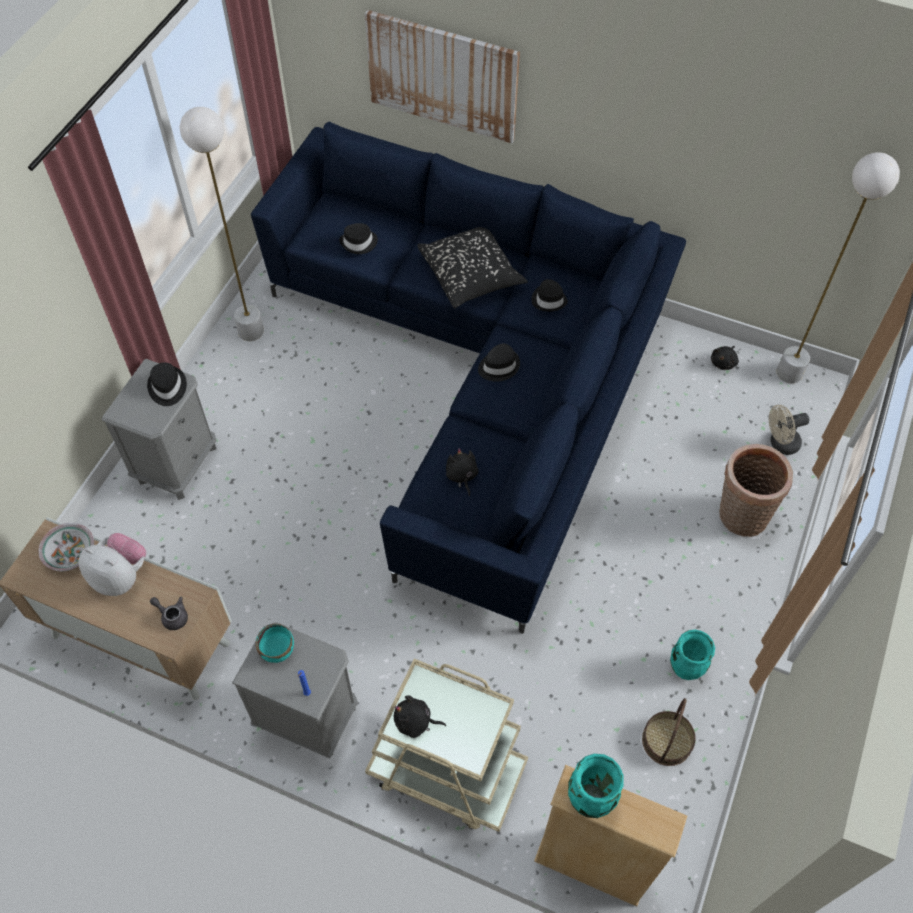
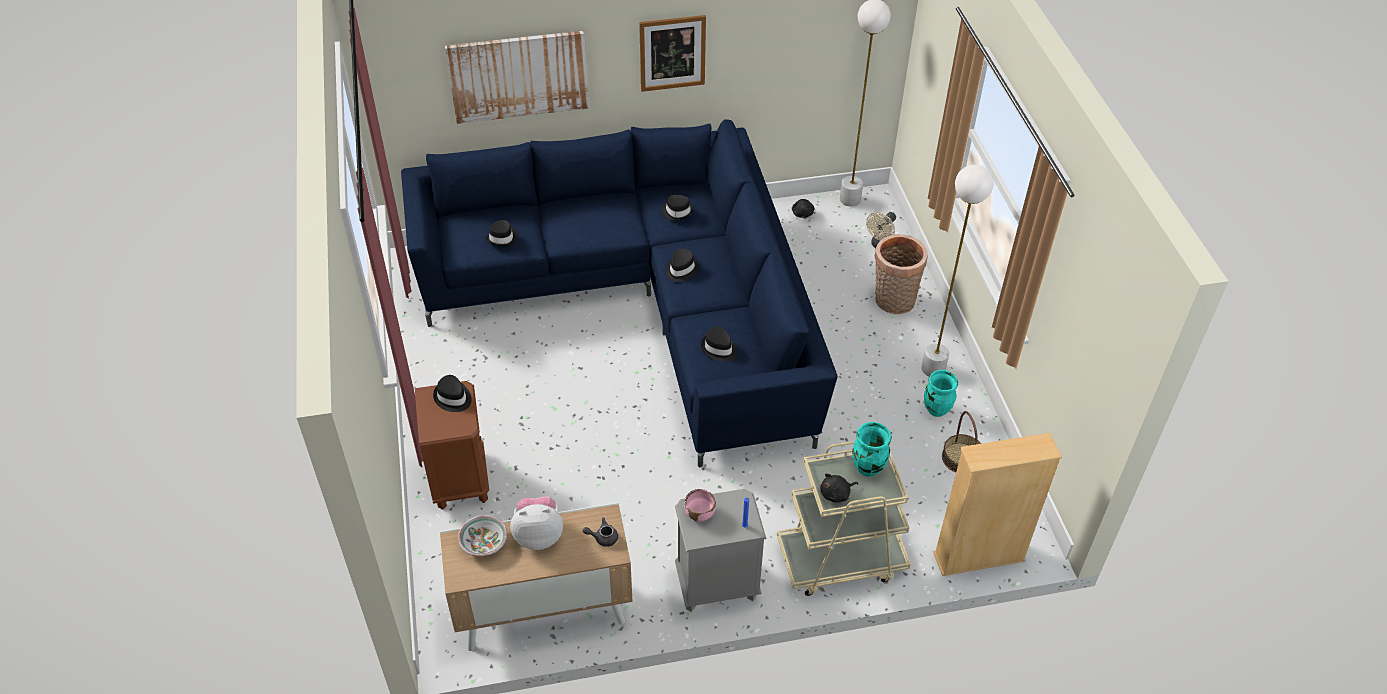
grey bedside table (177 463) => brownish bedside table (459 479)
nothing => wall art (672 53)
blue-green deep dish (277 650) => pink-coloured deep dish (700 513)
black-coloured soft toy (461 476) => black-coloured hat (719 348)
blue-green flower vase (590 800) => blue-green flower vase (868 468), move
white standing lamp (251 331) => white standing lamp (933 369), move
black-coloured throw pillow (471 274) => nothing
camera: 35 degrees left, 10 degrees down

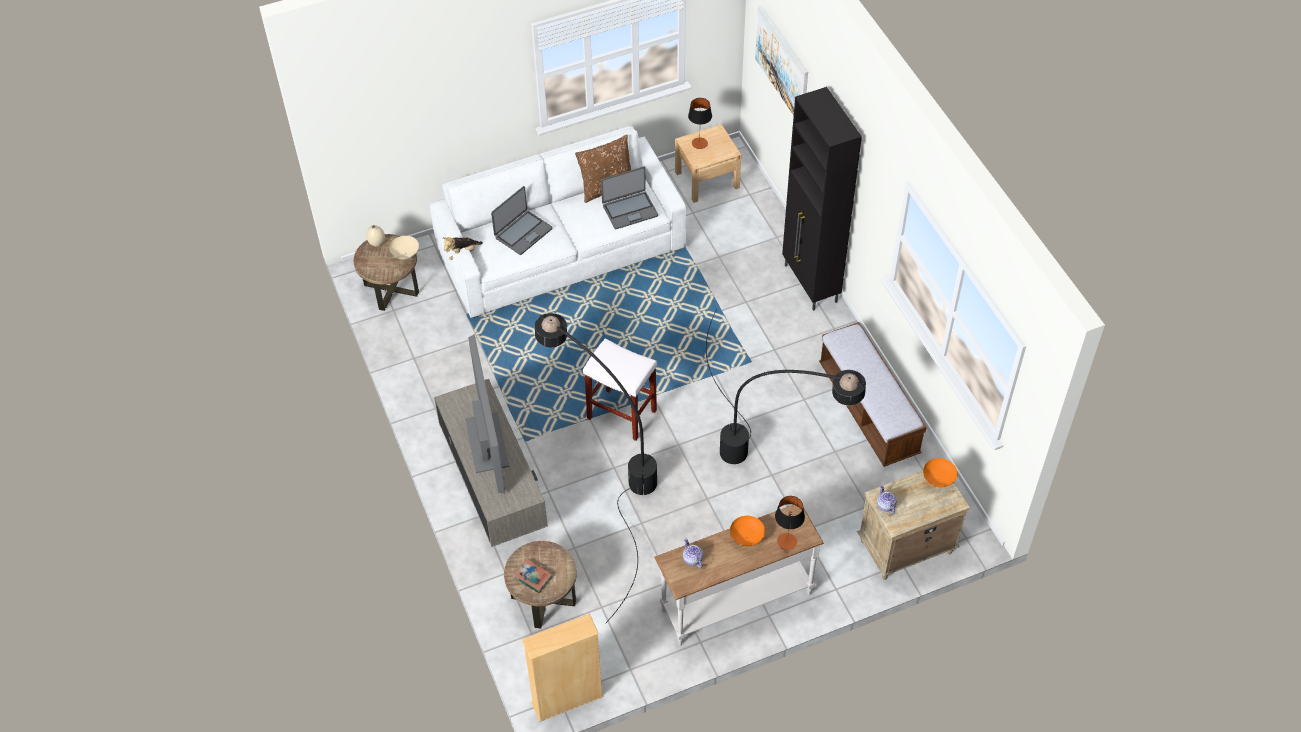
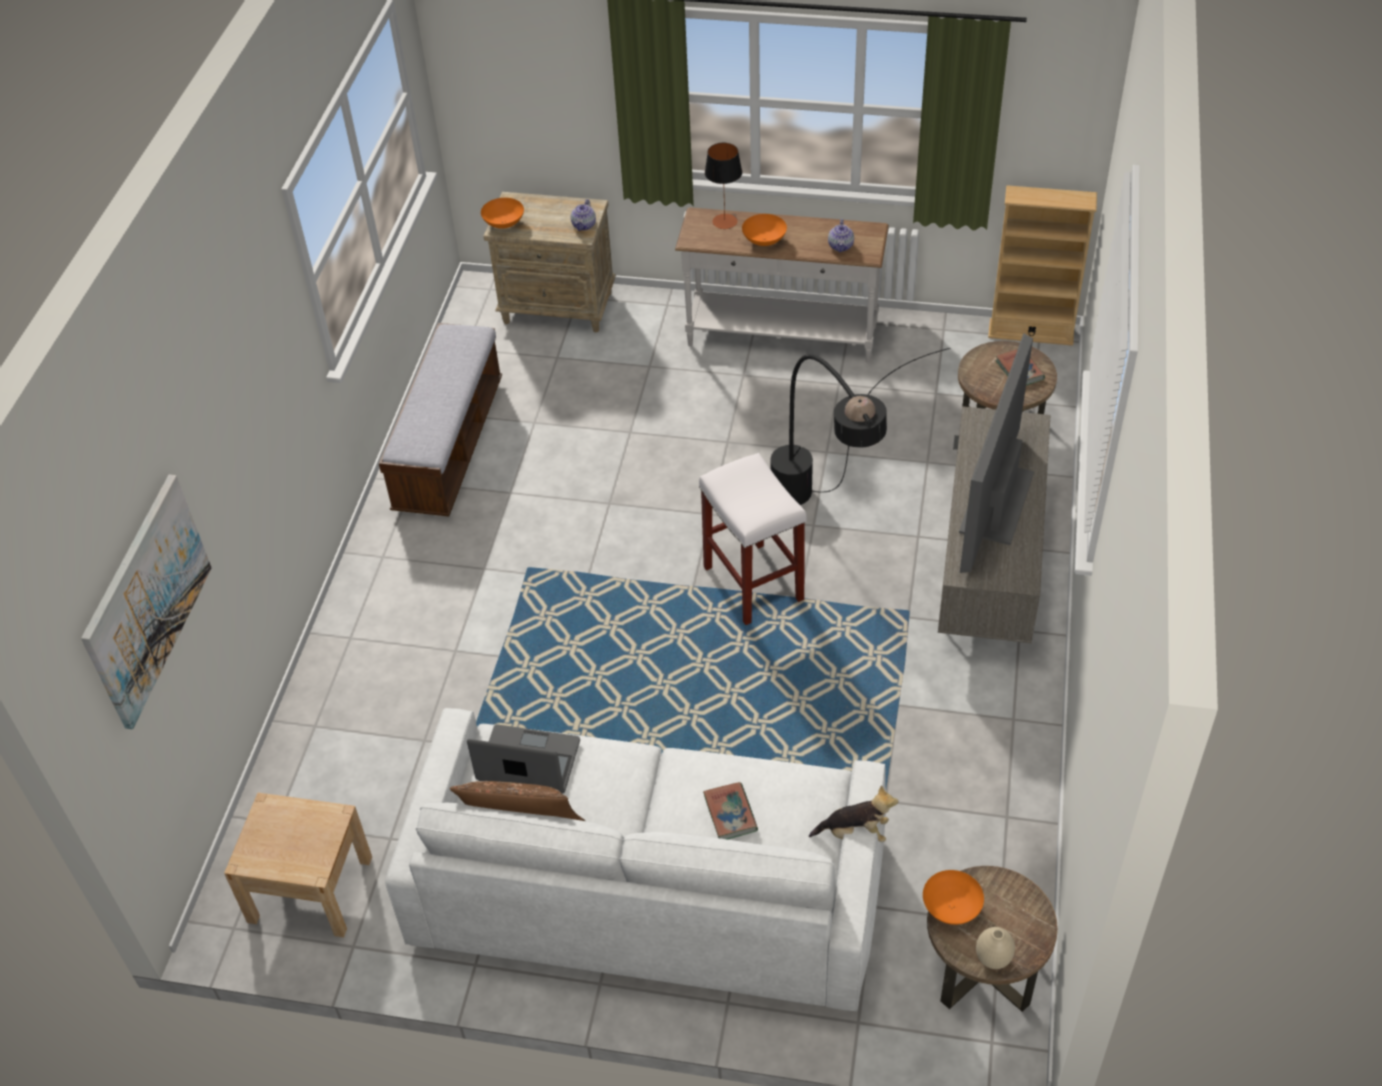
notebook computer (523 233) => book (730 814)
sand-coloured deep dish (405 253) => orange-coloured deep dish (951 908)
lamp for a table (699 143) => nothing
black-coloured standing lamp (771 450) => nothing
black-coloured cabinet (810 284) => nothing
camera: 145 degrees left, 5 degrees down

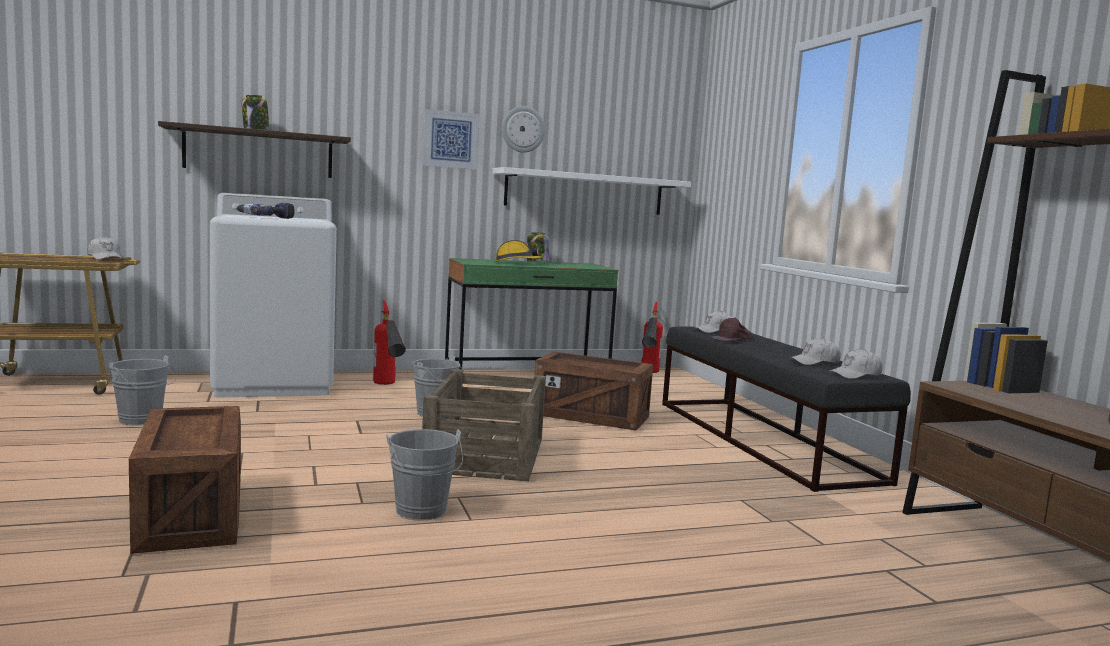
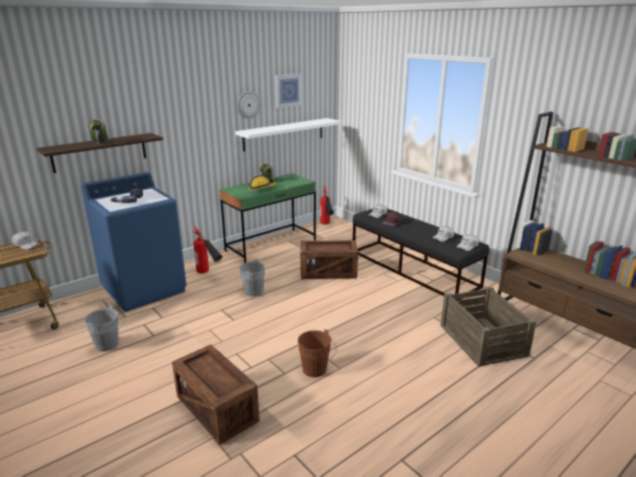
white washing machine (274 383) => bluish washing machine (144 289)
wall art (450 140) => wall art (288 90), move
grey water bucket (422 513) => brownish water bucket (316 371)
shipping crate (486 454) => shipping crate (482 339), move
camera: 20 degrees left, 15 degrees up

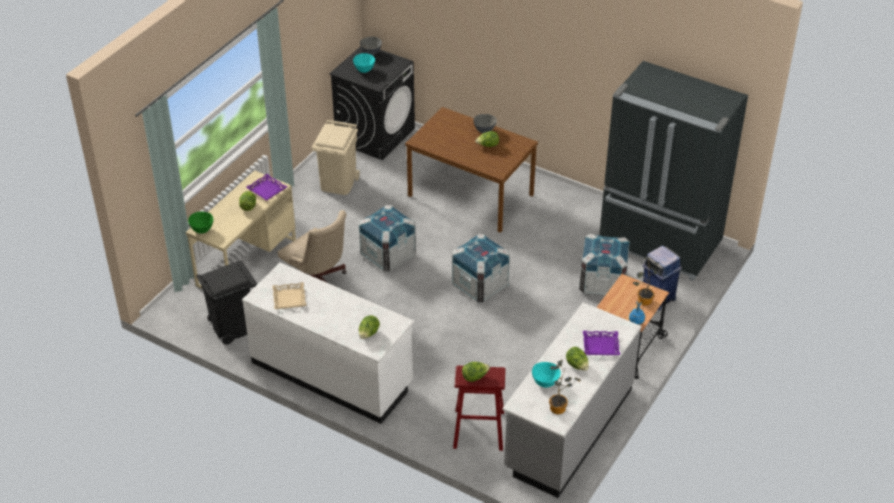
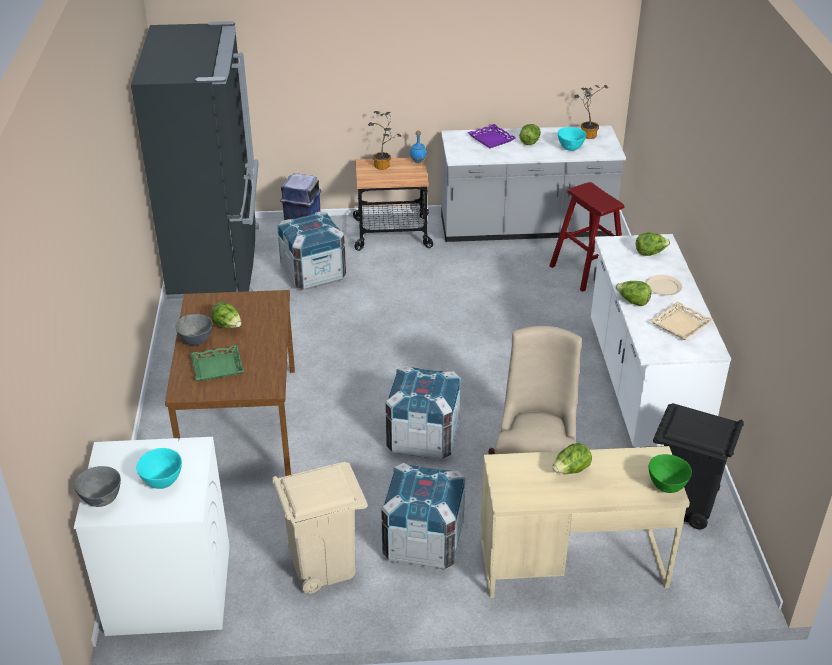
black-coloured washing machine (375 135) => white washing machine (168 589)
nothing => greenish serving tray (217 367)
shipping crate (480 285) => shipping crate (423 542), move
head of lettuce (475 377) => head of lettuce (632 302), move
nothing => sand-coloured dinner plate (663 287)
purple serving tray (266 190) => nothing
camera: 125 degrees left, 5 degrees down

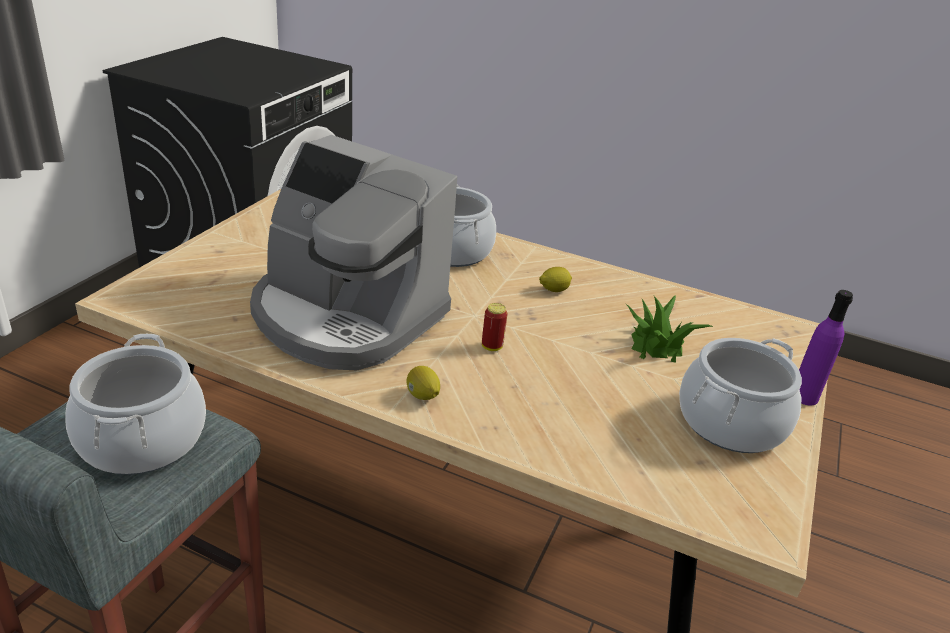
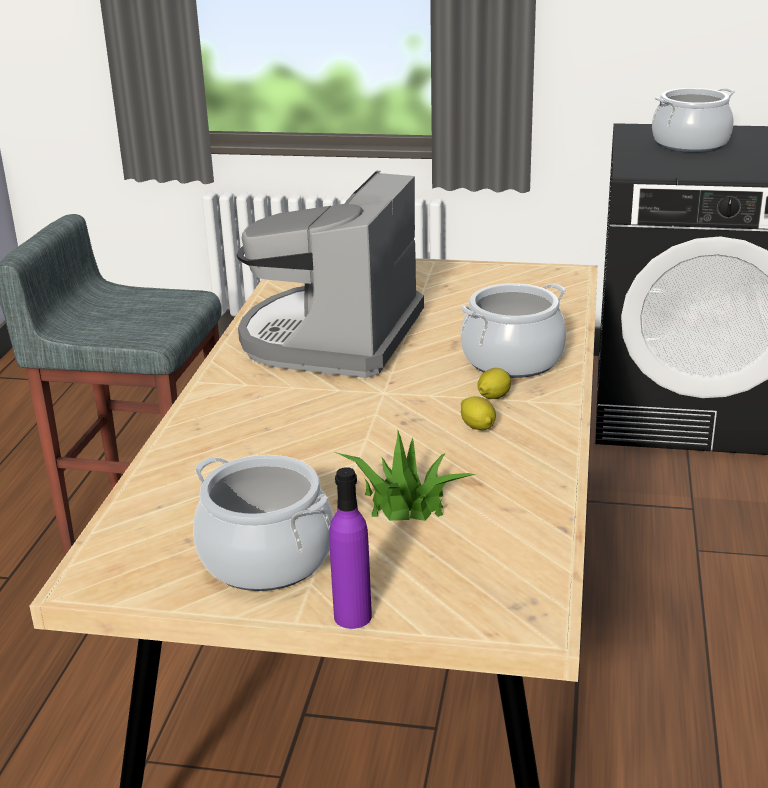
whole lemon (422 396) => whole lemon (493 397), move
saucepot (143 439) => saucepot (690 144), move
metal can (492 347) => nothing
camera: 80 degrees right, 5 degrees down

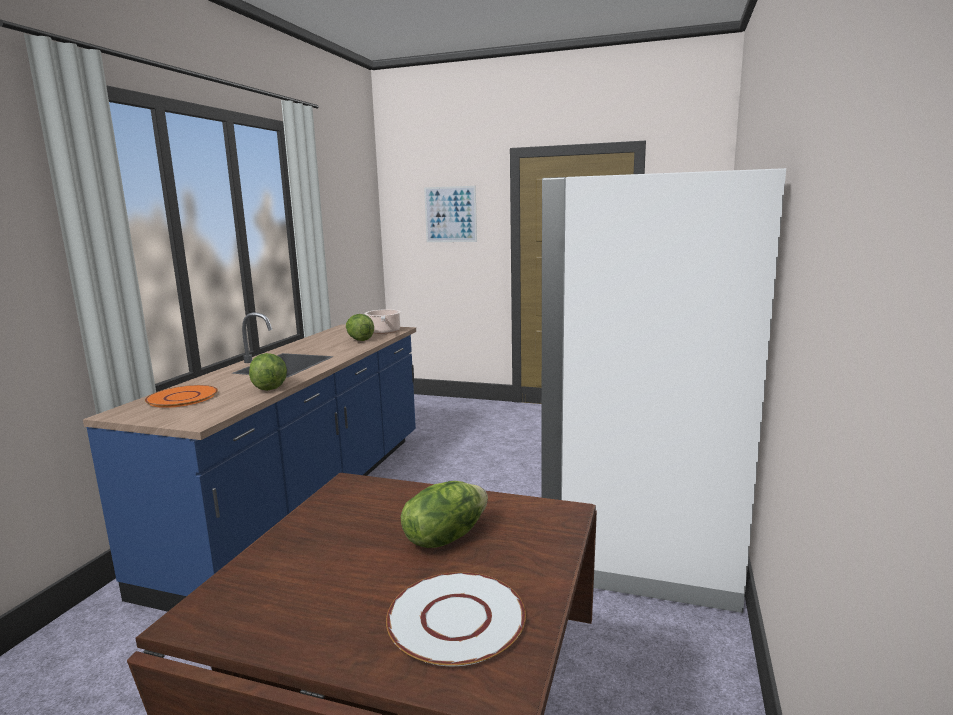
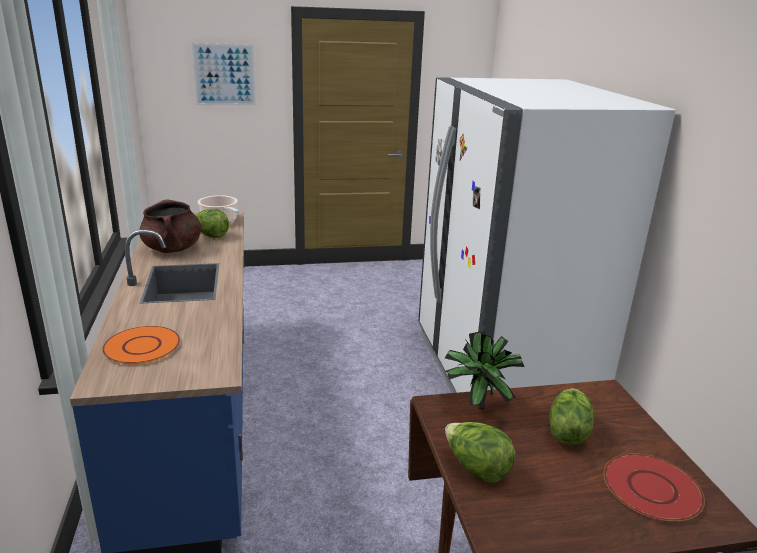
nothing => brownish saucepot (172 249)
nothing => potted plant (477 405)
head of lettuce (270 387) => head of lettuce (476 469), move
white dinner plate (455 619) => red-coloured dinner plate (651 488)
camera: 30 degrees left, 10 degrees up

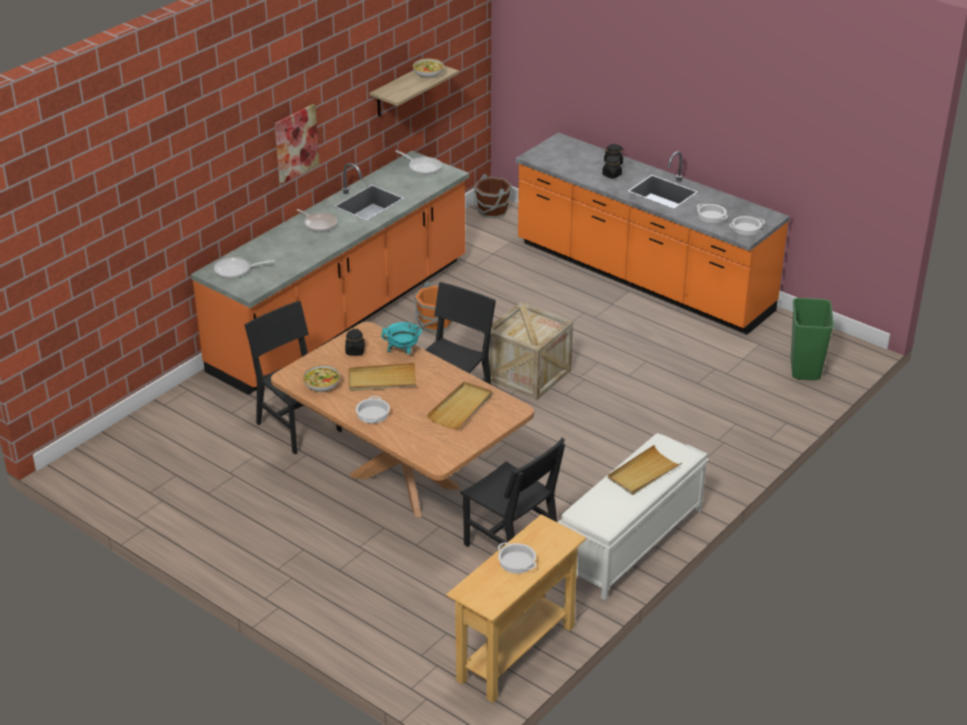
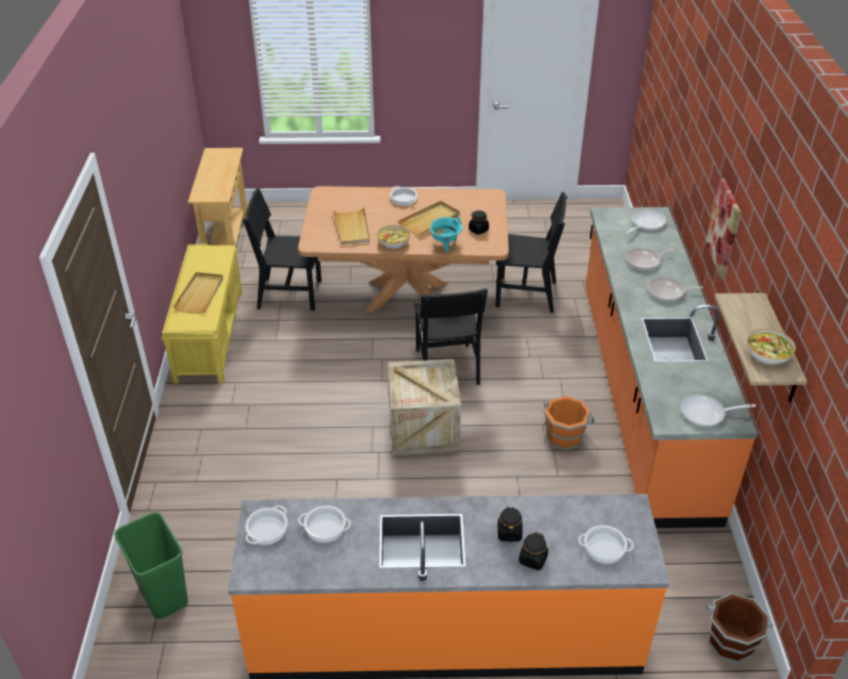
white long seat (630 543) => yellow long seat (210 334)
deep dish (322 385) => deep dish (393 242), move
saucepot (517 562) => saucepot (604 548), move
nothing => frying pan (644 261)
camera: 140 degrees right, 5 degrees up

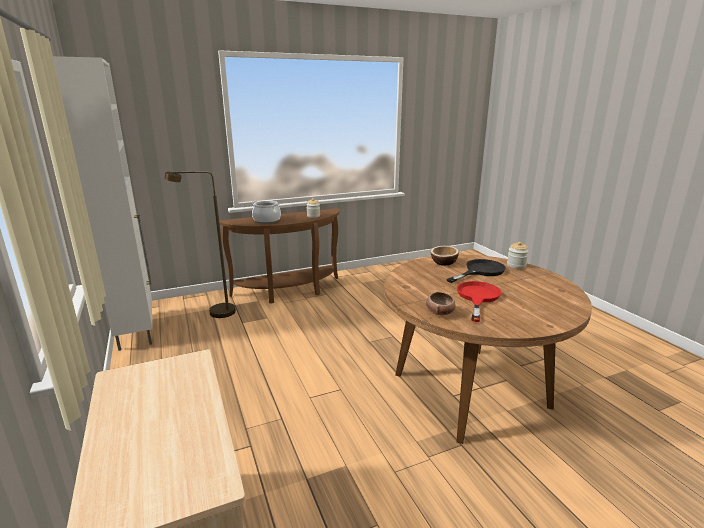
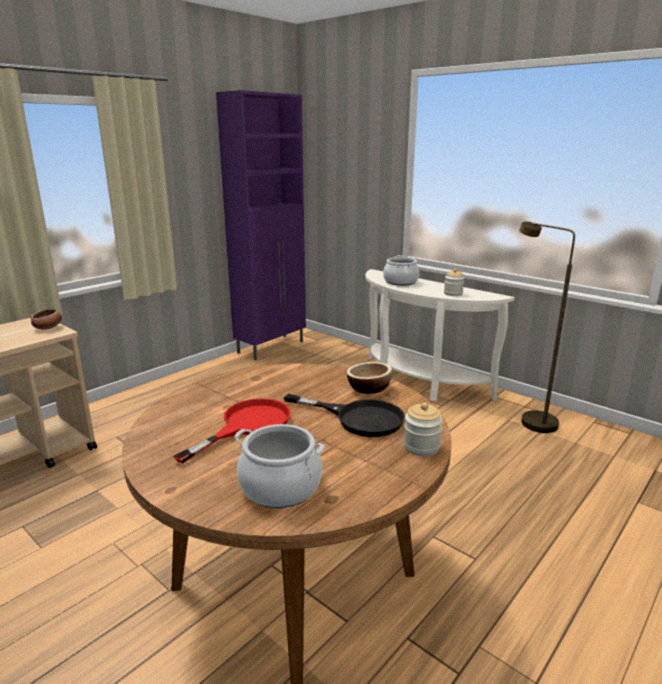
deep dish (440 312) => deep dish (48 328), move
red-coloured frying pan (477 297) => red-coloured frying pan (247 425), 45 degrees counterclockwise
white cabinet (137 330) => purple cabinet (272 347)
nothing => saucepot (280 487)
brownish console table (289 292) => white console table (418 383)
brownish standing lamp (215 313) => brownish standing lamp (530 420), move
camera: 65 degrees right, 0 degrees up

